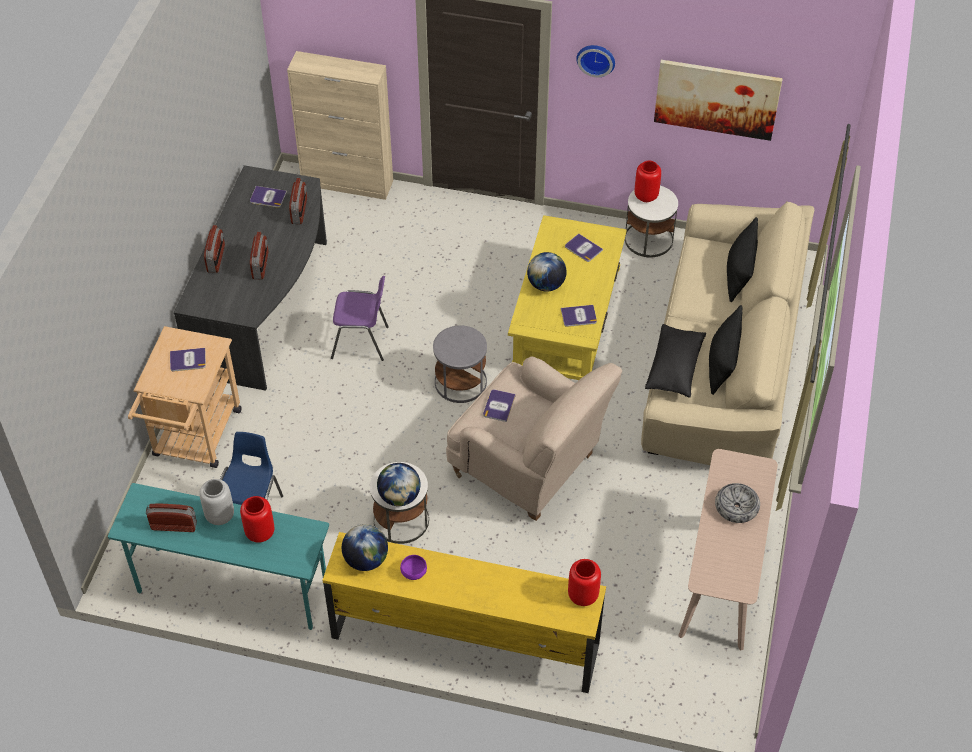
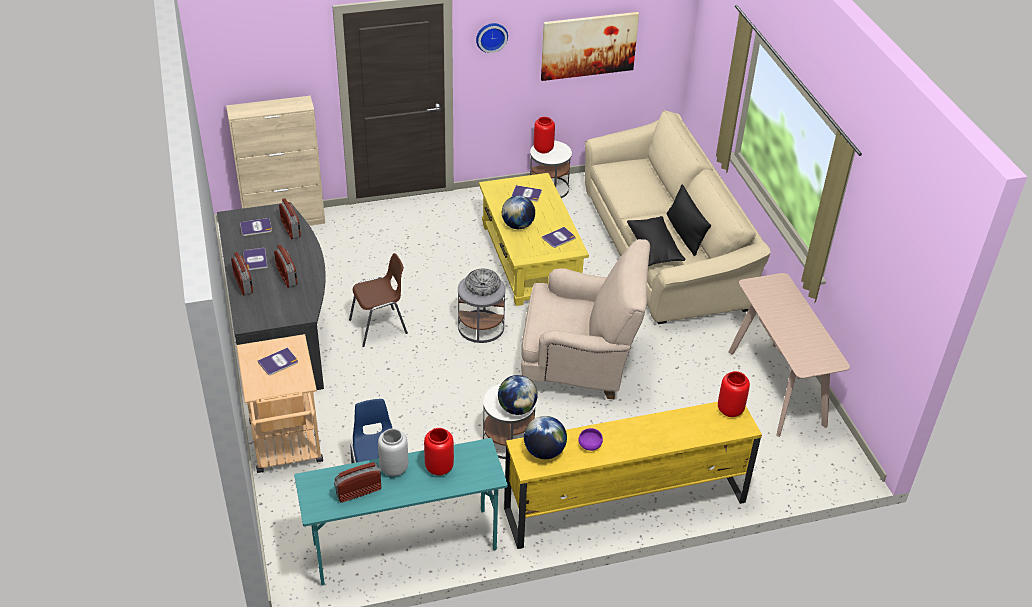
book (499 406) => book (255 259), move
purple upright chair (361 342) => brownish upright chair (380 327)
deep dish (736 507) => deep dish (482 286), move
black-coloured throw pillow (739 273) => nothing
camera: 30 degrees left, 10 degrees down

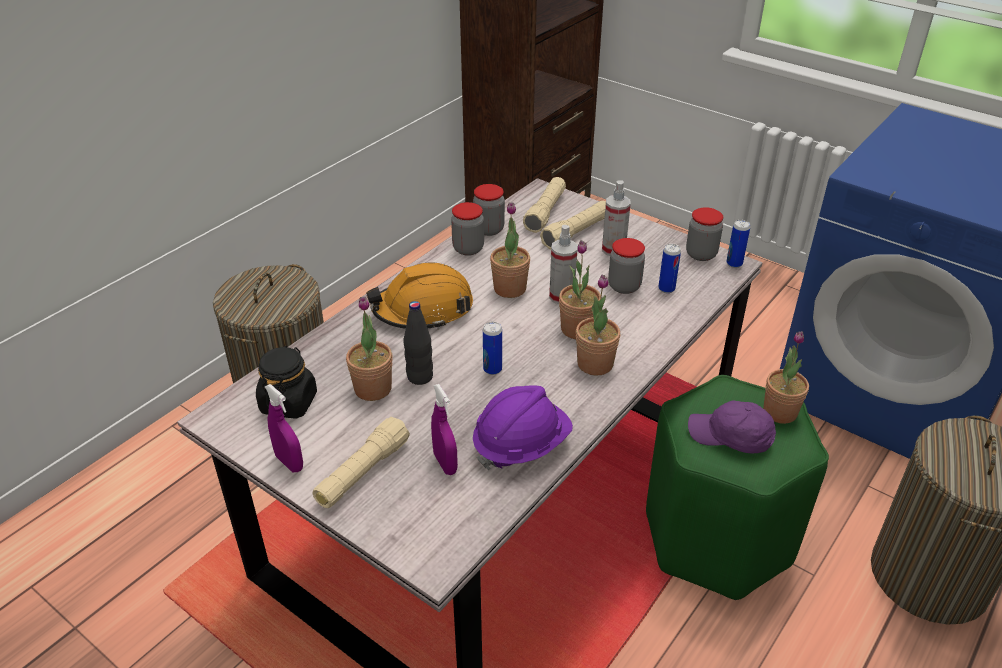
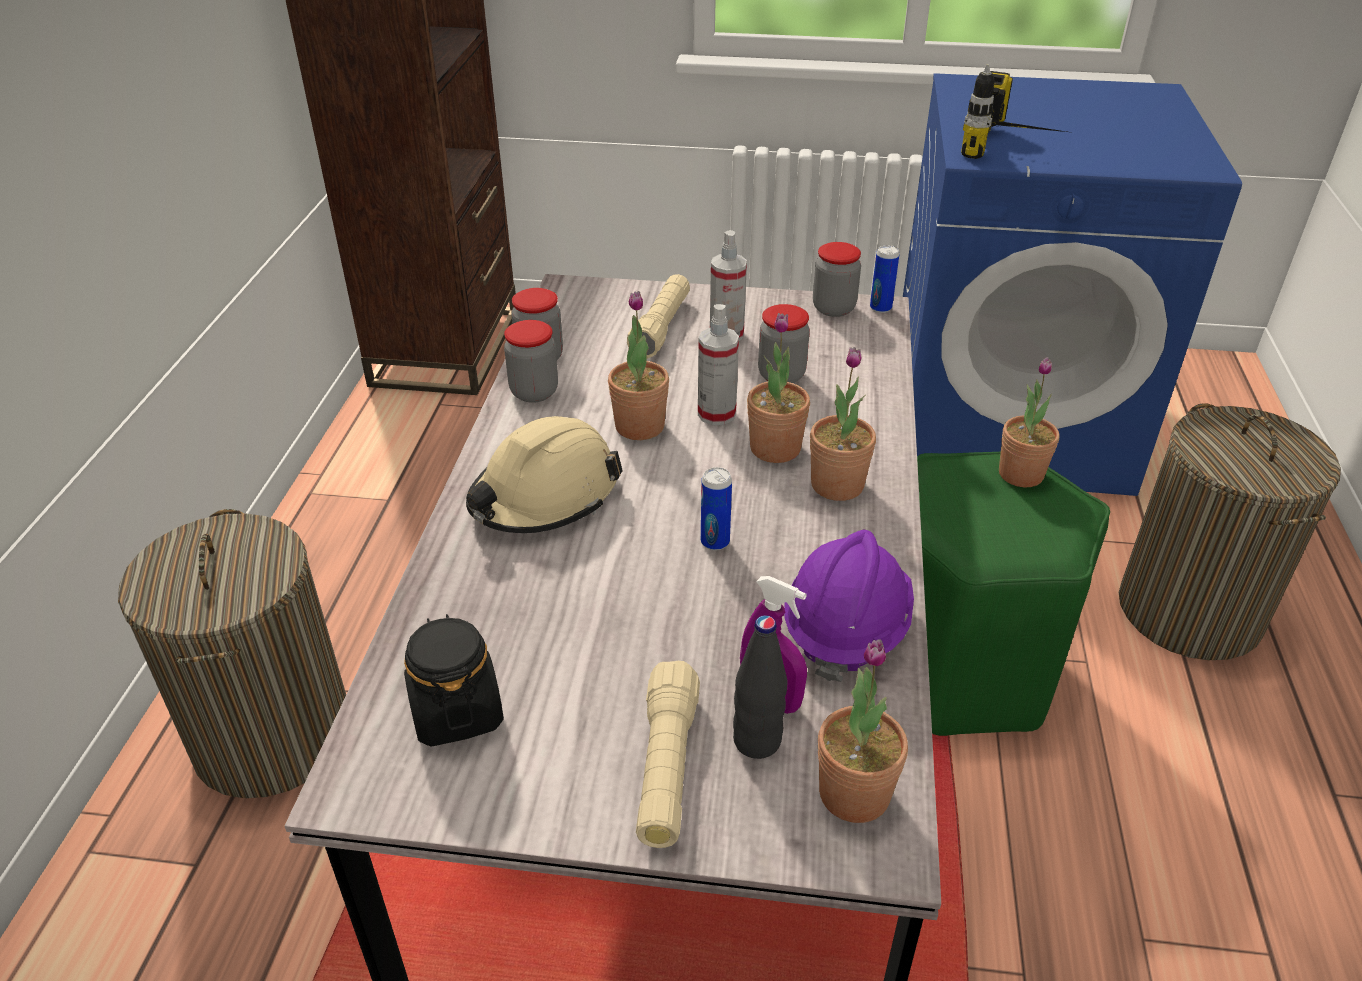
orange-coloured hard hat (423 310) => sand-coloured hard hat (544 496)
black-coloured bottle (420 377) => black-coloured bottle (757 741), move
potted plant (373 389) => potted plant (854 794), move
nothing => power drill (1013 148)
purple spray bottle (289 462) => nothing
sand-coloured flashlight (545 212) => nothing
metal can (666 289) => nothing
purple baseball cap (730 437) => nothing
camera: 30 degrees left, 0 degrees up

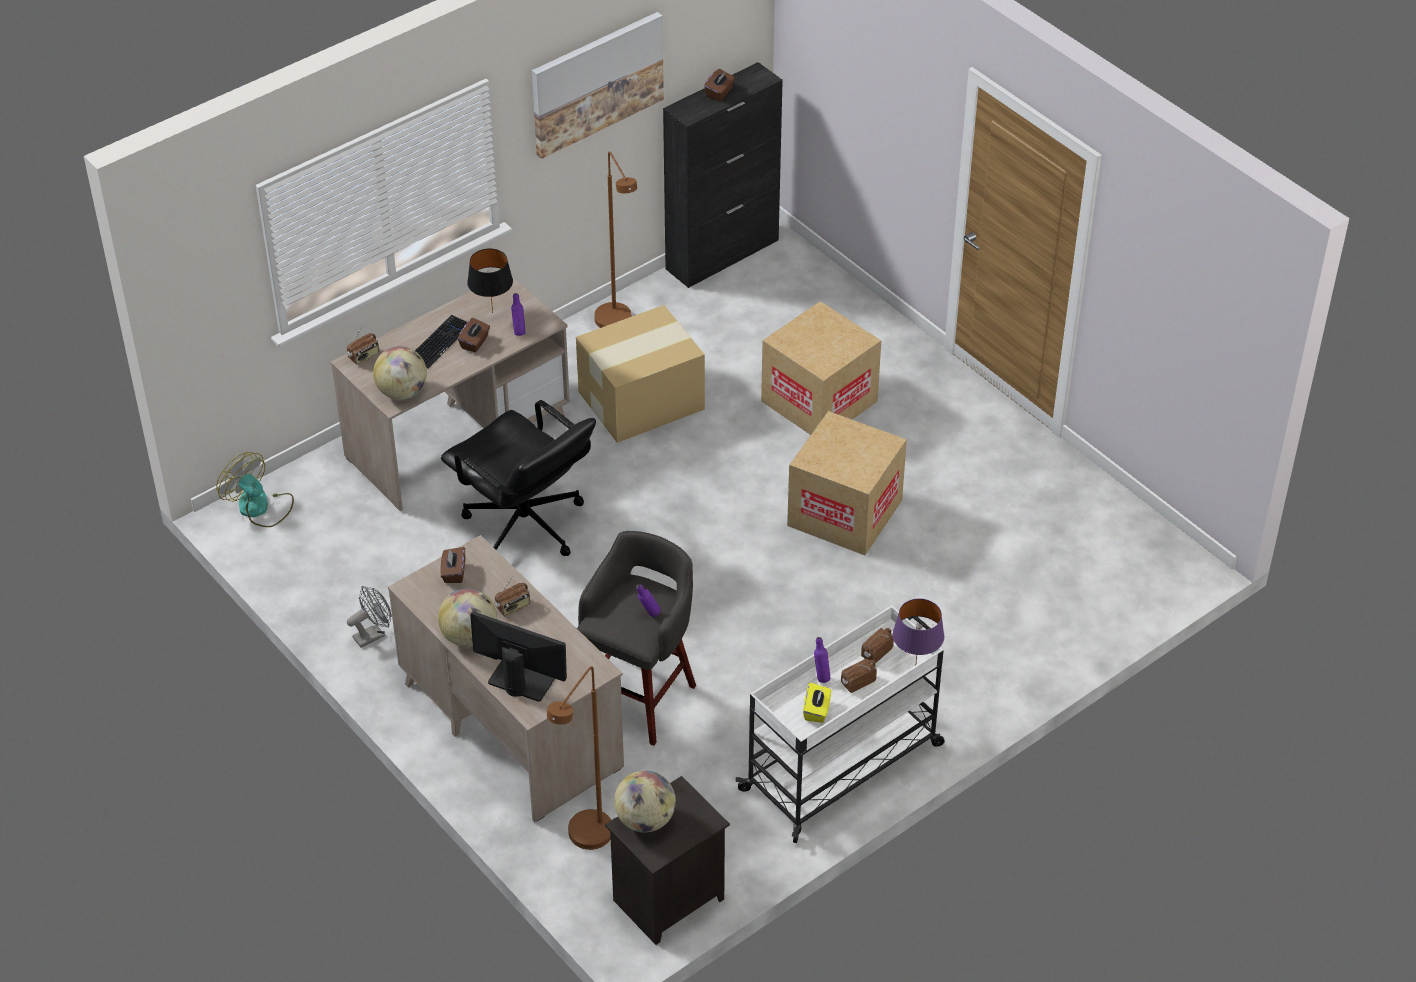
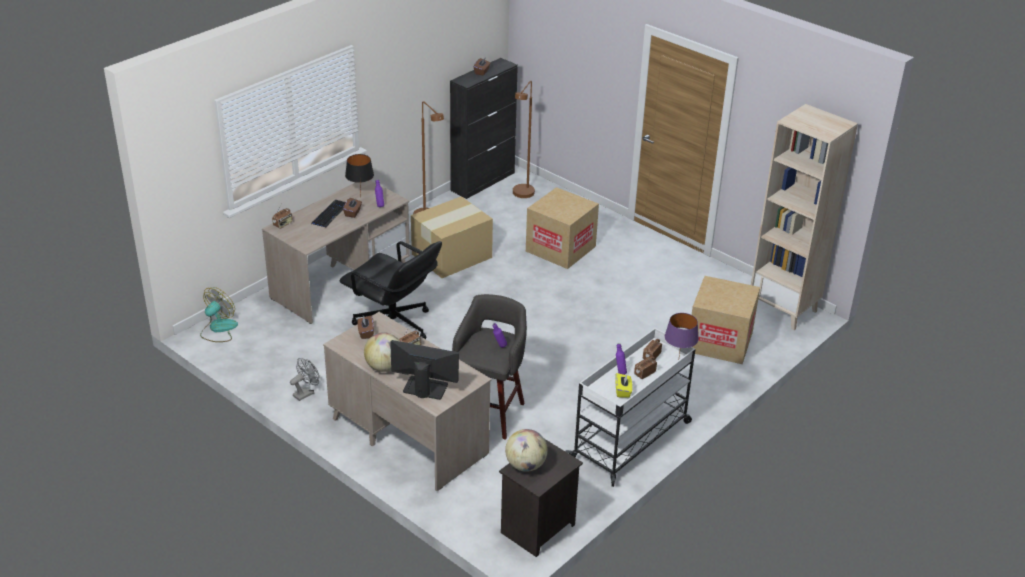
electric fan (260 508) => electric fan (218 329), 90 degrees clockwise
brownish standing lamp (585 841) => brownish standing lamp (522 196), move
cardboard box (844 513) => cardboard box (720 341), move
nothing => sand-coloured bookcase (784 310)
globe (402 392) => nothing
wall art (596 83) => nothing
camera: 10 degrees left, 10 degrees down

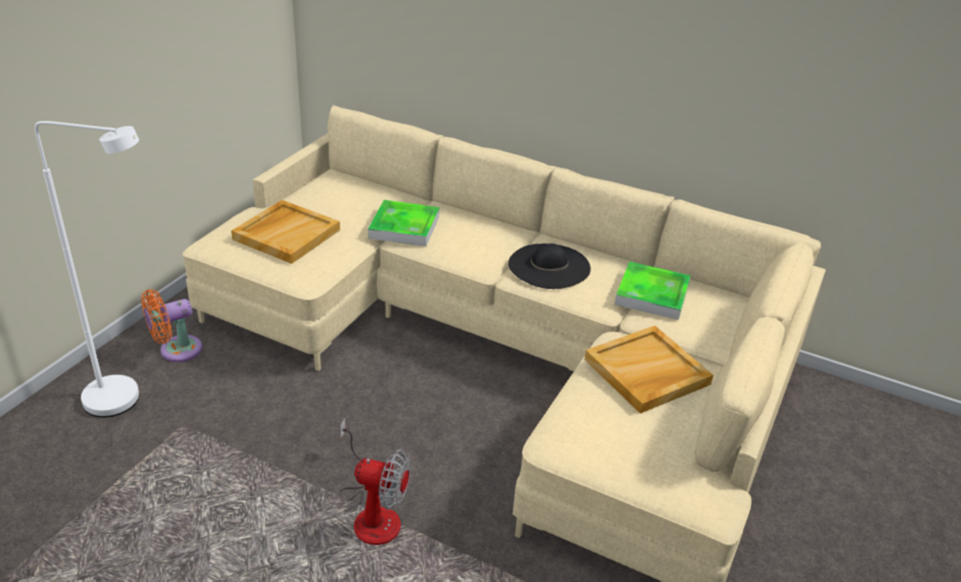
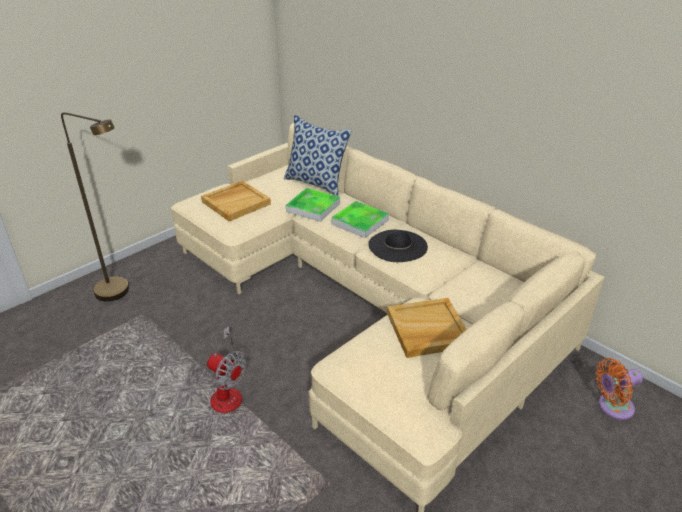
white standing lamp (127 399) => brownish standing lamp (120 293)
nothing => throw pillow (316 183)
serving tray (652 295) => serving tray (360 222), move
orange-coloured electric fan (176 350) => orange-coloured electric fan (612 407), move
camera: 20 degrees right, 0 degrees up

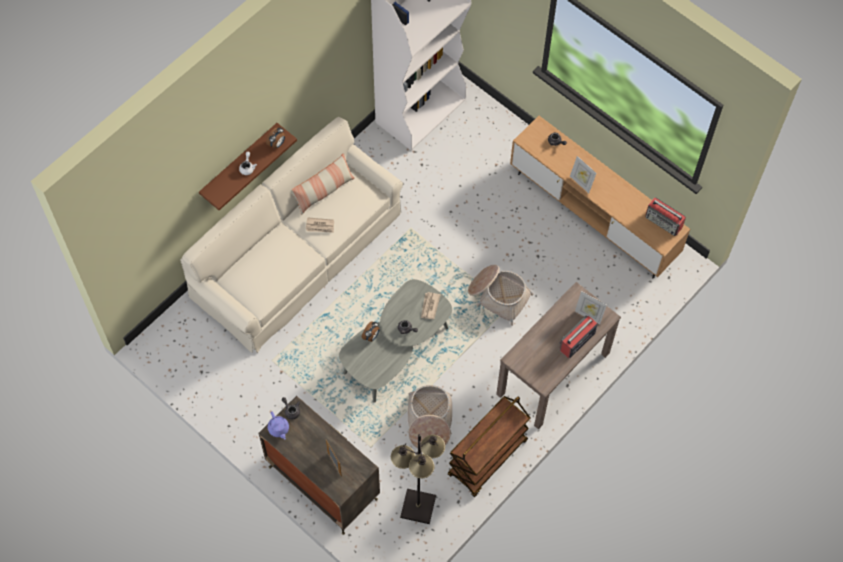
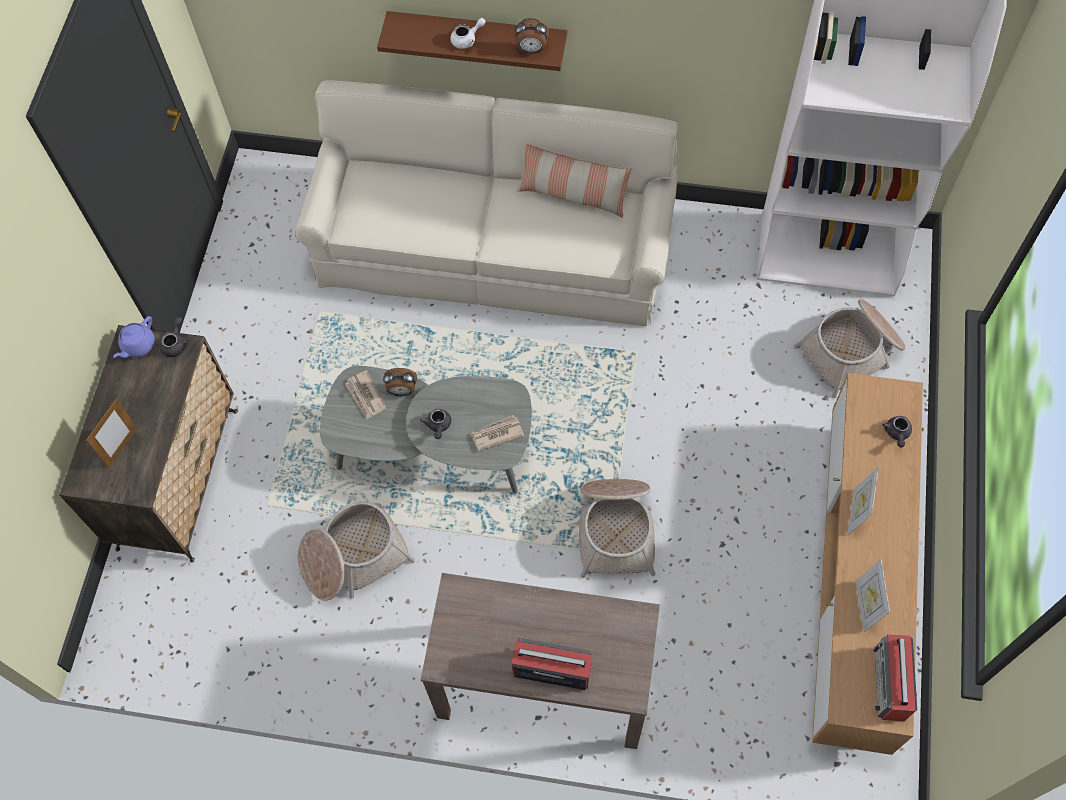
newspaper (320 226) => newspaper (366 396), move
nothing => basket (851 351)
standing frame (588 315) => standing frame (865 606), move
black-coloured standing lamp (417 507) => nothing
brownish wheeled cart (487 459) => nothing
camera: 60 degrees right, 0 degrees up

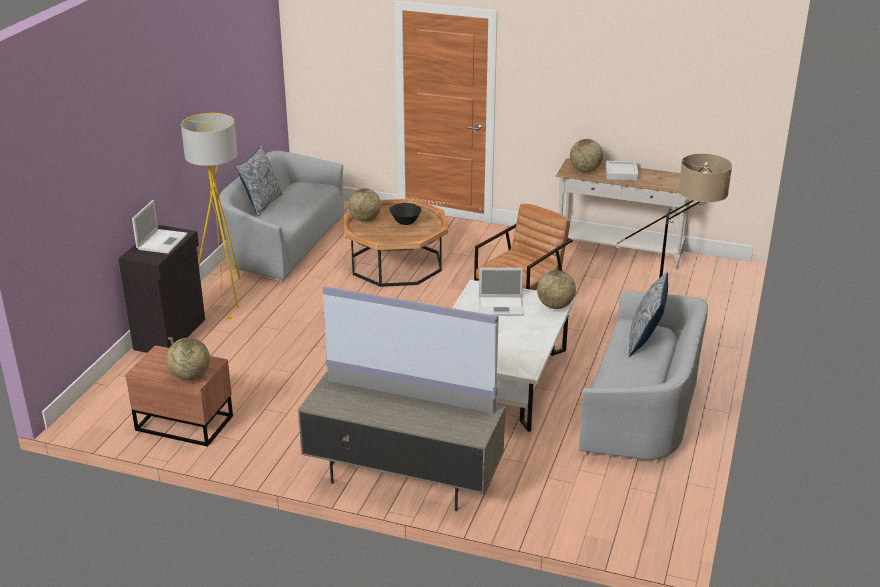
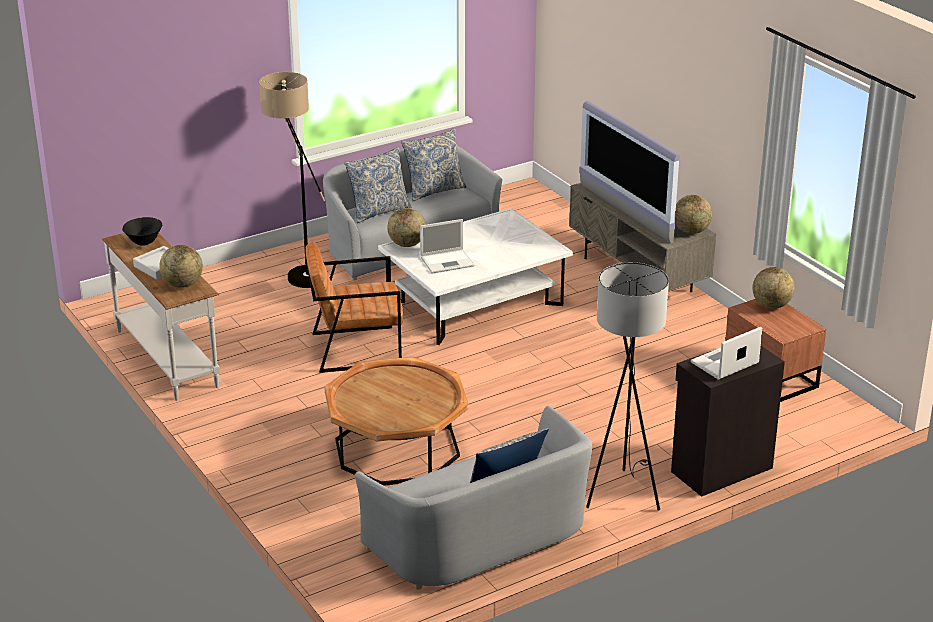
black-coloured deep dish (405 223) => black-coloured deep dish (144 243), move
nothing => throw pillow (434 190)
notebook computer (502 306) => notebook computer (448 261), 120 degrees clockwise
yellow standing lamp (226 296) => grey standing lamp (622 492)
globe (365 219) => globe (691 231), move
camera: 140 degrees left, 0 degrees up

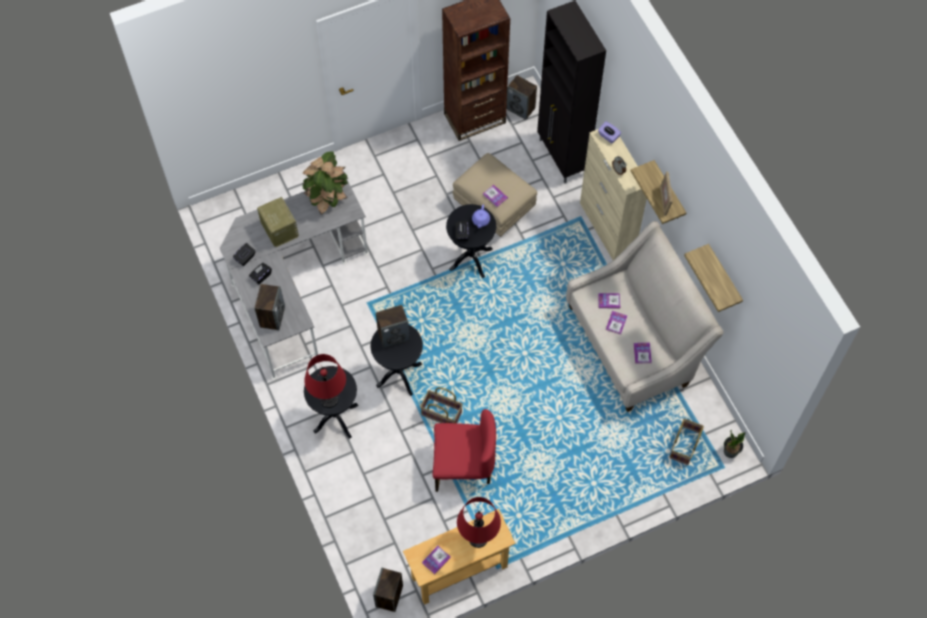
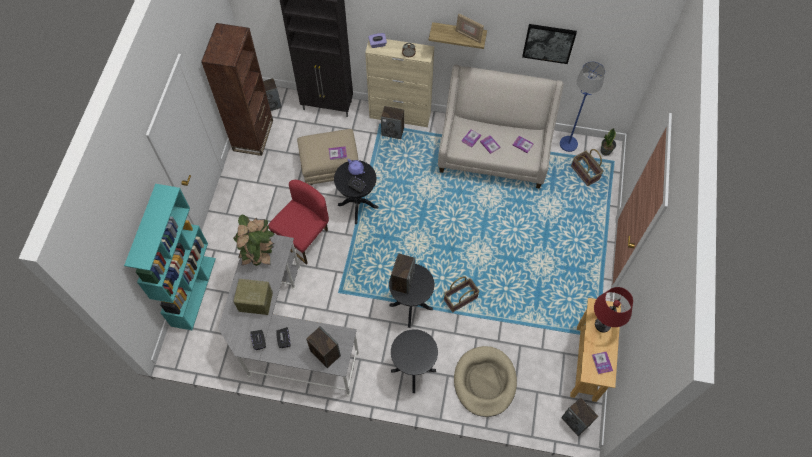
nothing => blue-green bookcase (193 291)
red-coloured upright chair (463 467) => red-coloured upright chair (304 237), move
nothing => loudspeaker (393 131)
nothing => sand-coloured pet bed (484 382)
shelf (723 278) => wall art (548 43)
nothing => bluish standing lamp (568 144)
red-coloured lamp for a table (329 399) => nothing
camera: 55 degrees left, 0 degrees up

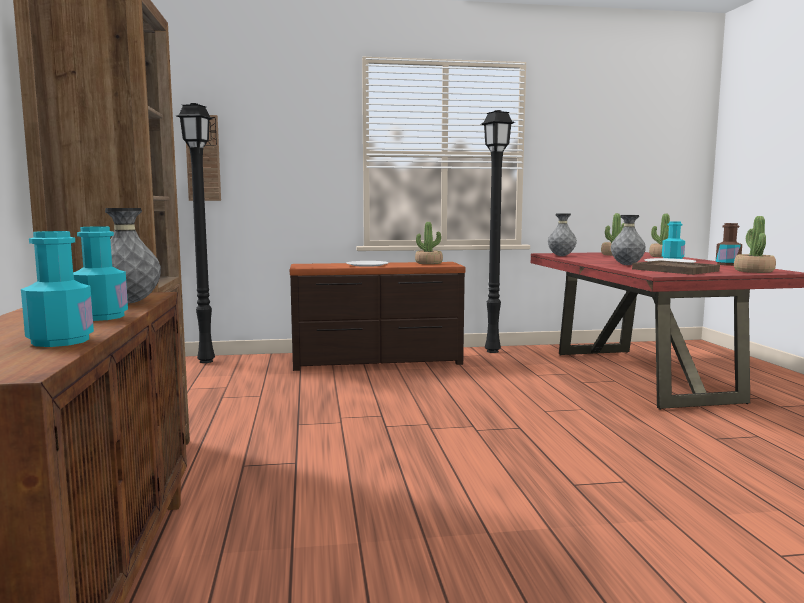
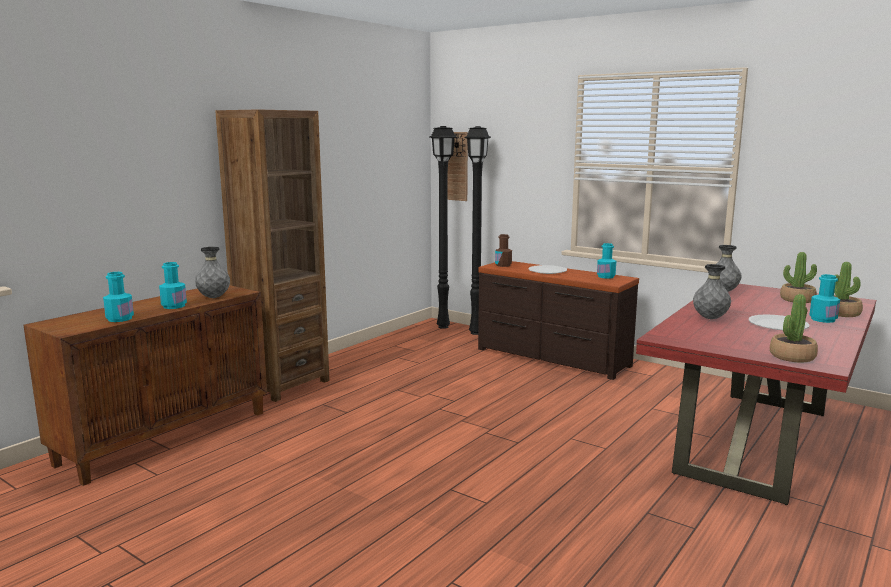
black-coloured standing lamp (492 351) => black-coloured standing lamp (474 333), move
brownish bottle (727 264) => brownish bottle (503 265), move
potted plant (428 263) => blue-green bottle (606 276)
brownish serving tray (675 270) => nothing
camera: 45 degrees right, 5 degrees up

